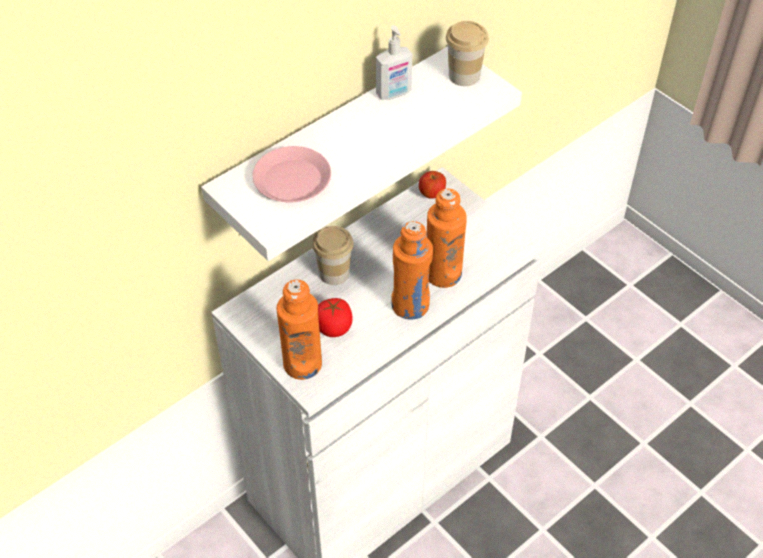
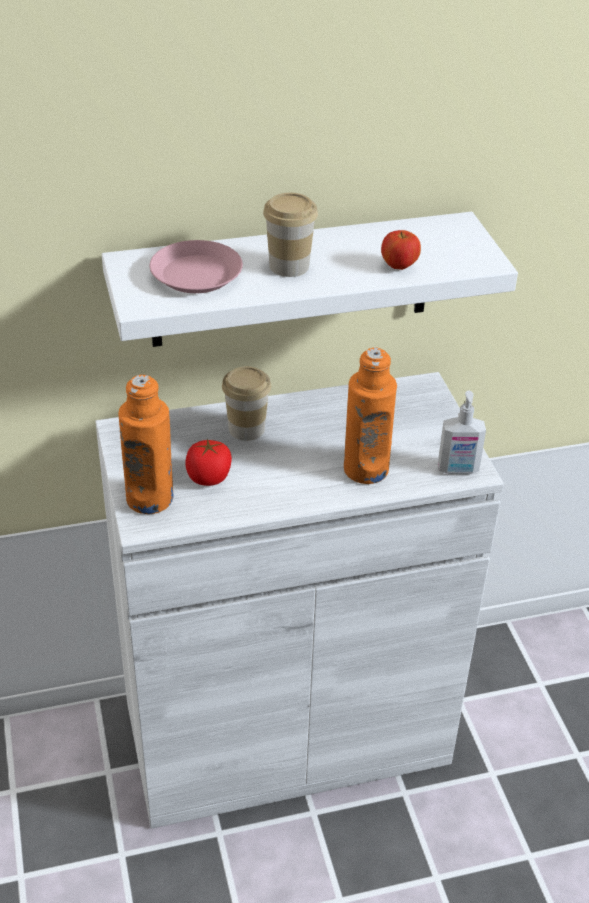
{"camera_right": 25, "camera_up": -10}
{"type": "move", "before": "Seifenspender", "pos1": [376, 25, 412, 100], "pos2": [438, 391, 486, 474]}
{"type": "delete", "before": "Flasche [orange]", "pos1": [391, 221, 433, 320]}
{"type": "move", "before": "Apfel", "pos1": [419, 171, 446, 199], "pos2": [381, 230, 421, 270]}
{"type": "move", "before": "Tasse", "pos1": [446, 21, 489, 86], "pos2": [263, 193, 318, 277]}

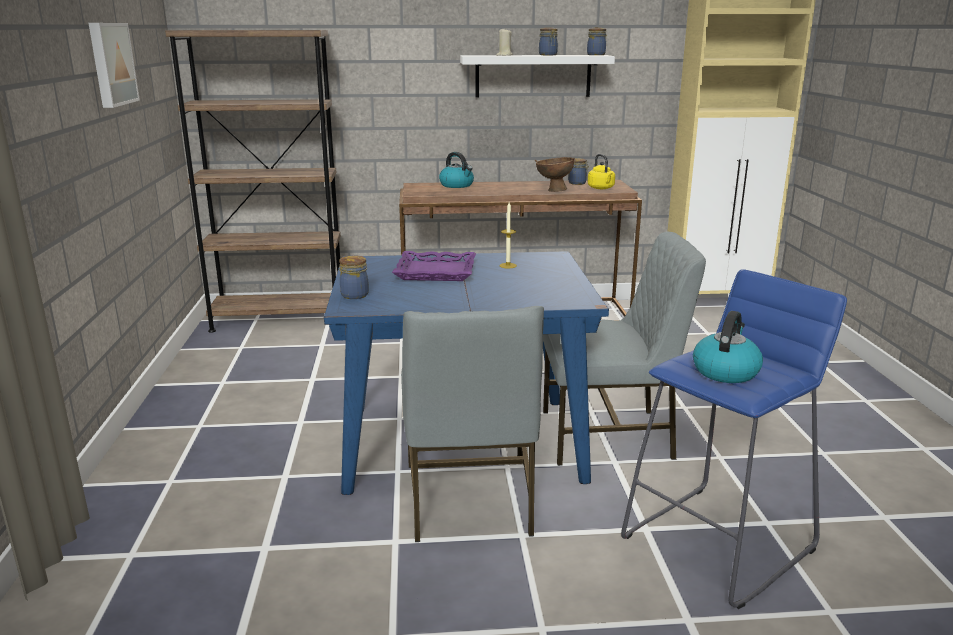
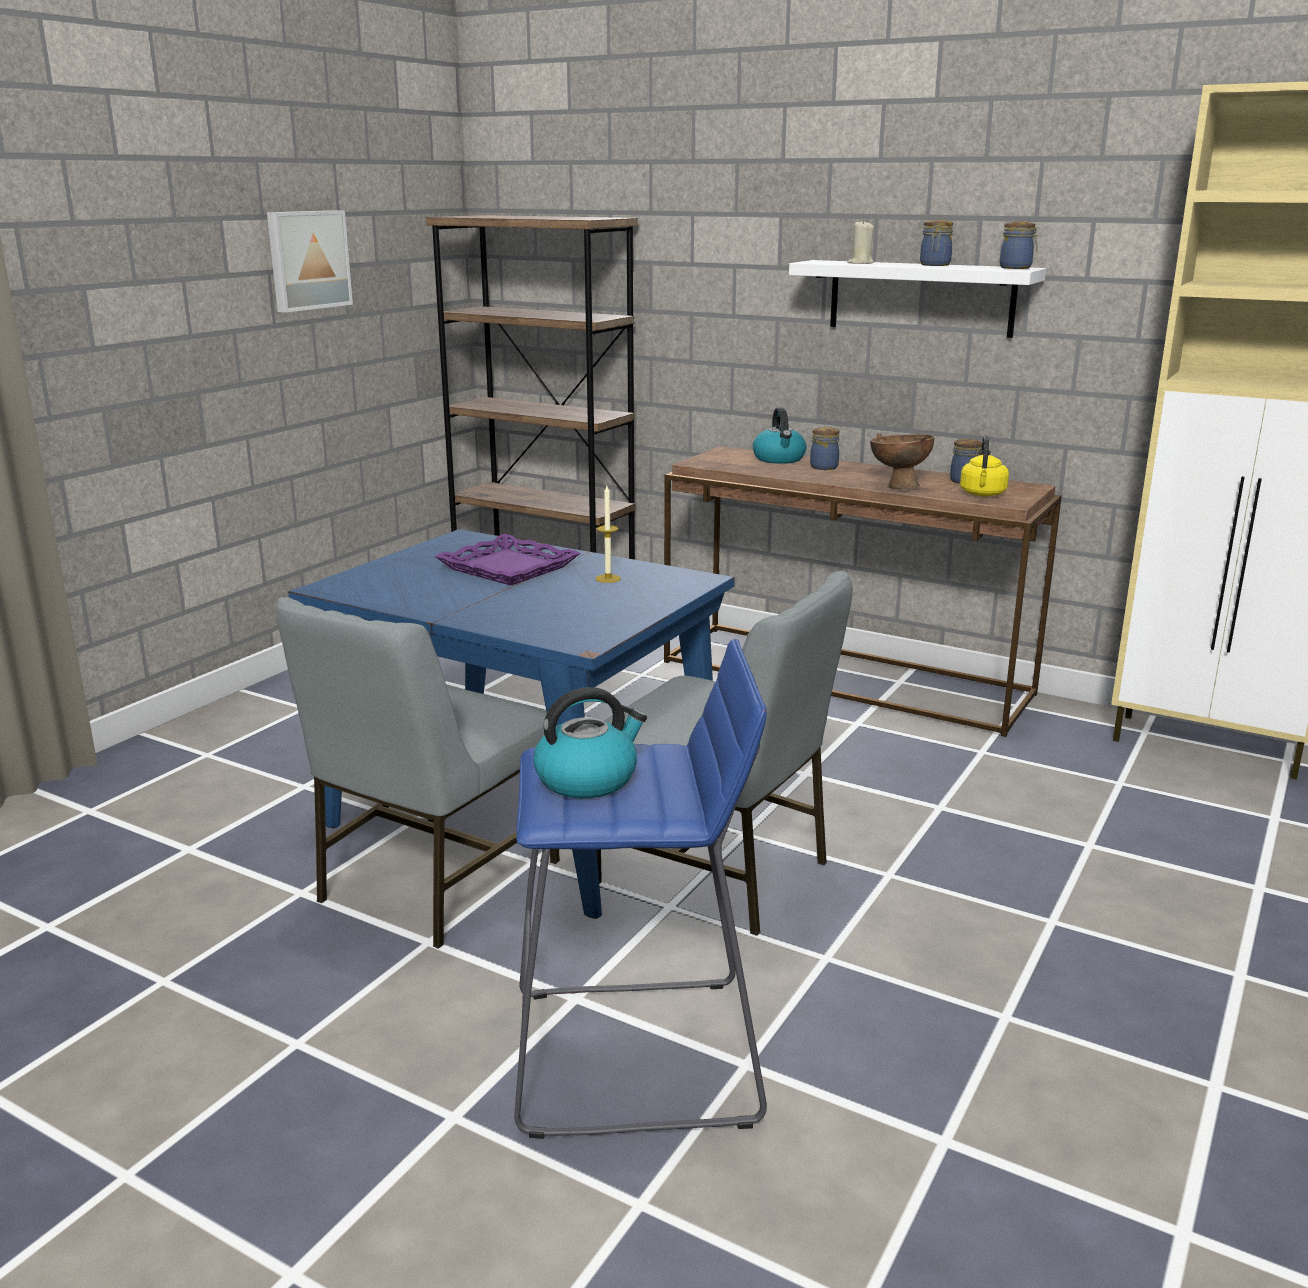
{"camera_right": 35, "camera_up": 0}
{"type": "move", "before": "Vorratsglas", "pos1": [339, 256, 369, 299], "pos2": [810, 427, 839, 470]}

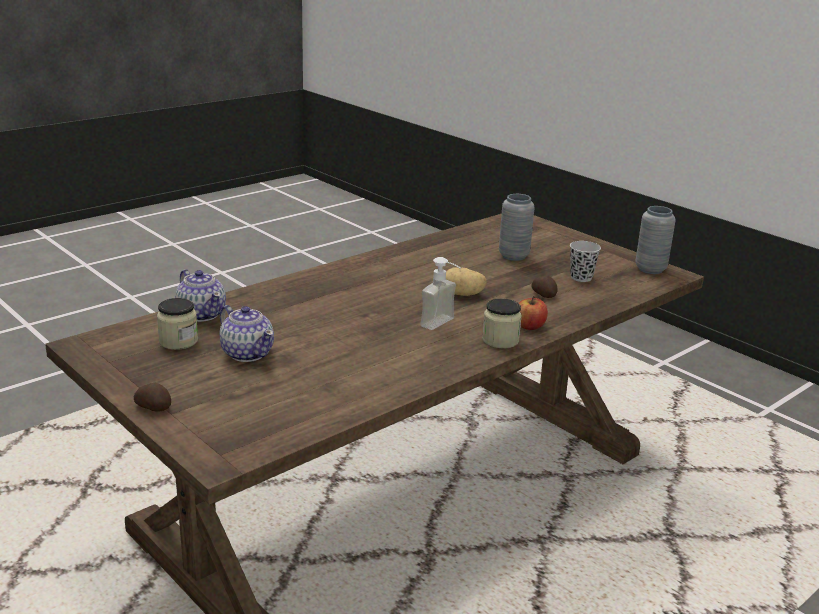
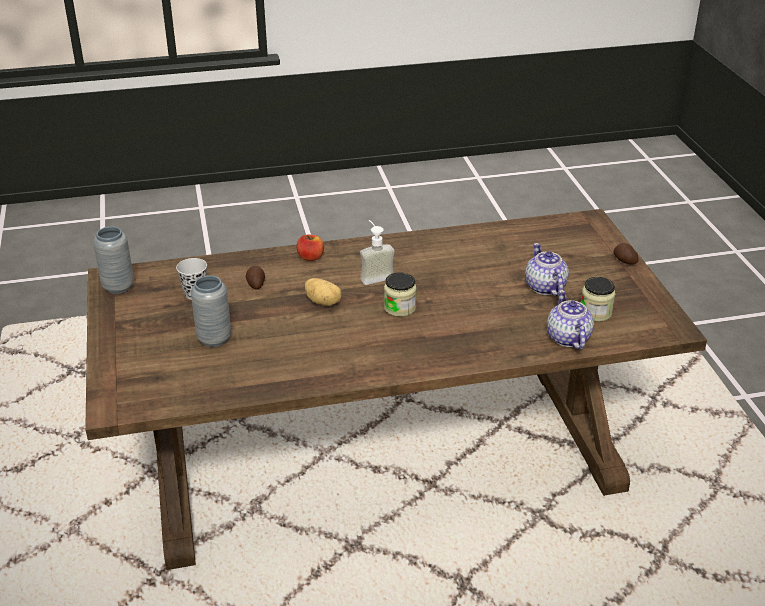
{"camera_right": -150, "camera_up": 10}
{"type": "move", "before": "Vorratsglas", "pos1": [482, 298, 522, 349], "pos2": [384, 272, 417, 317]}

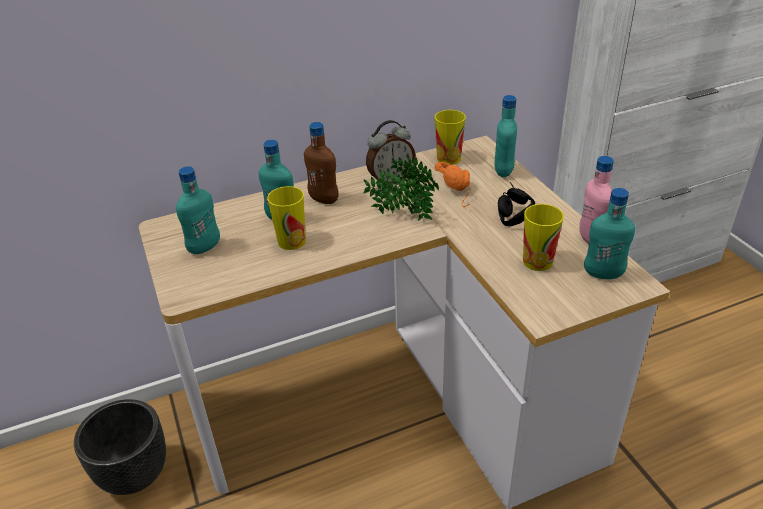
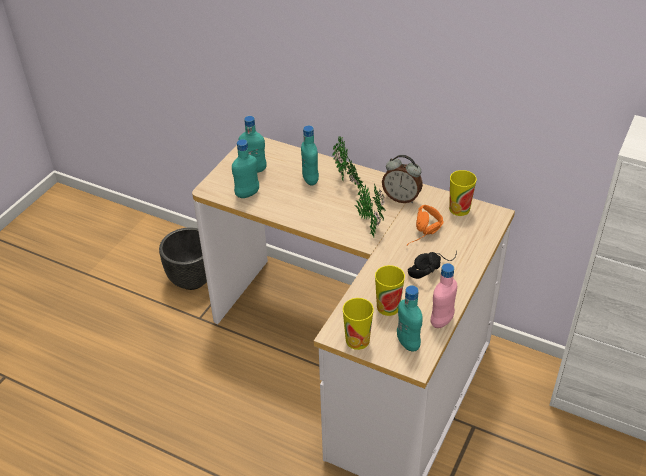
{"camera_right": 50, "camera_up": 5}
{"type": "move", "before": "Tasse", "pos1": [267, 186, 306, 250], "pos2": [343, 298, 374, 350]}
{"type": "replace", "before": "Flasche [braun]", "after": "Topfpflanze", "pos1": [304, 122, 339, 204], "pos2": [332, 137, 365, 188]}
{"type": "move", "before": "Flasche [türkis]", "pos1": [494, 95, 517, 177], "pos2": [232, 139, 259, 198]}

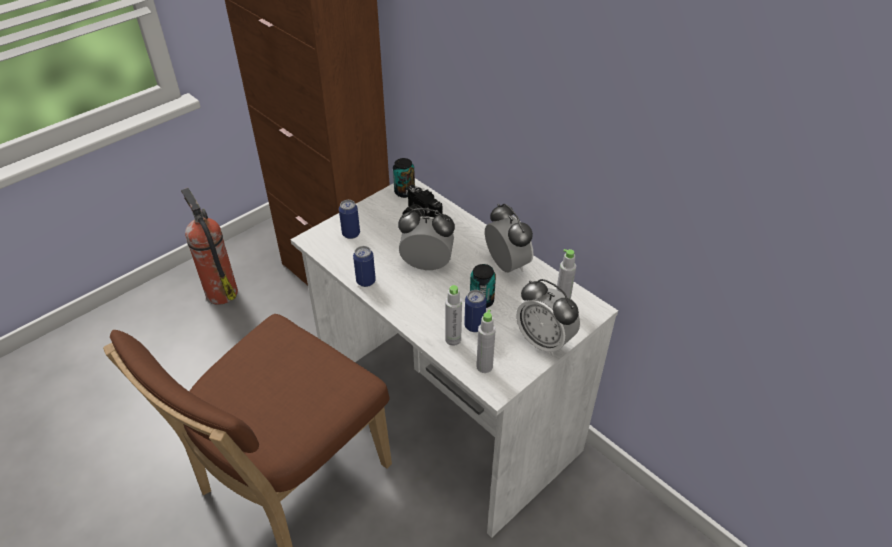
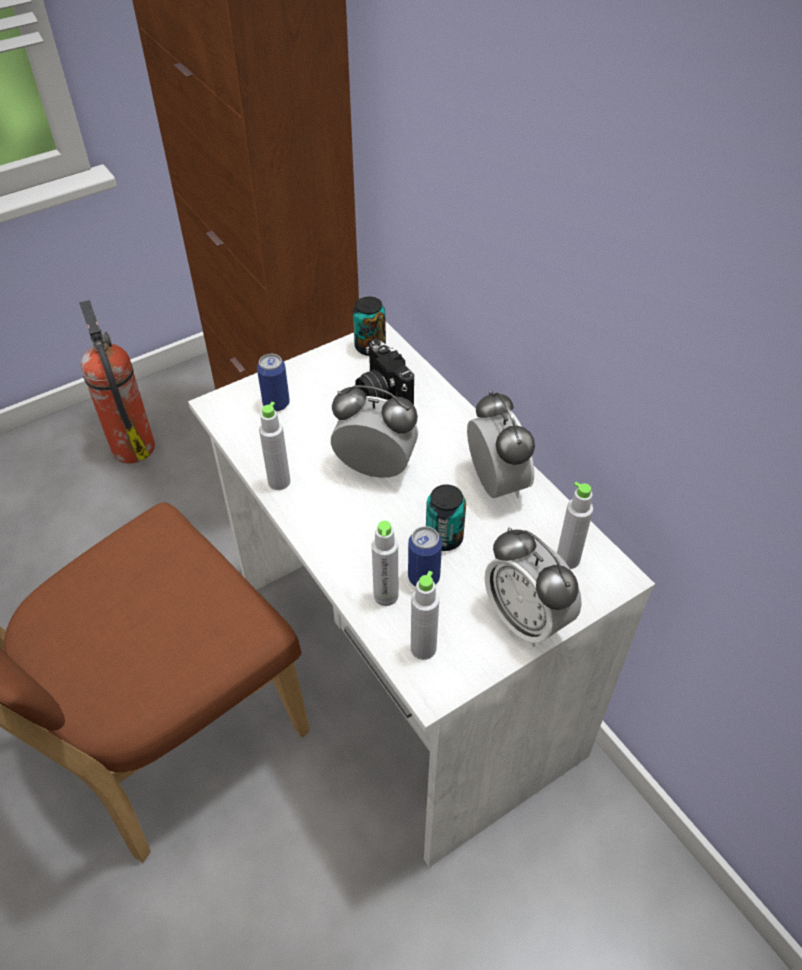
{"camera_right": 10, "camera_up": 5}
{"type": "replace", "before": "Dose", "after": "Flasche [grau]", "pos1": [353, 246, 376, 287], "pos2": [259, 402, 290, 490]}

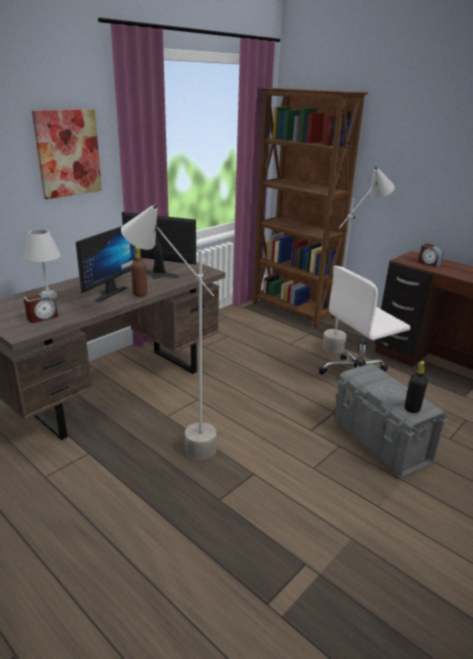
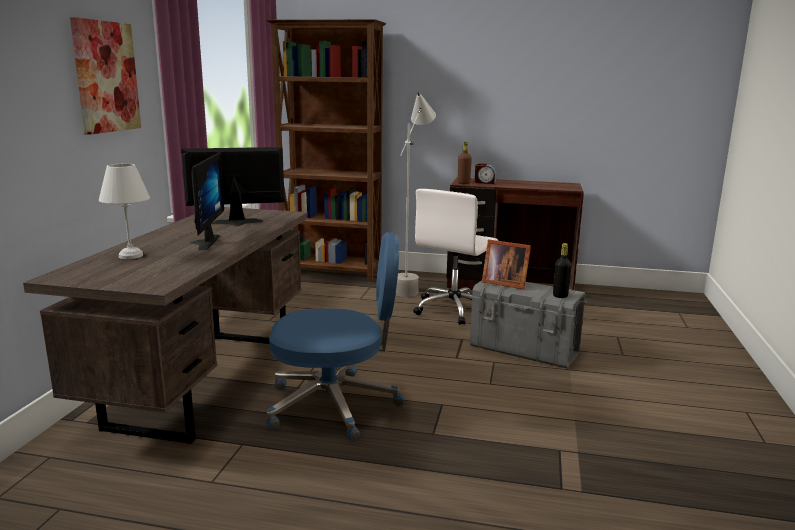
{"camera_right": -30, "camera_up": -10}
{"type": "delete", "before": "Wecker", "pos1": [24, 293, 58, 323]}
{"type": "replace", "before": "Stehlampe [grau]", "after": "Bürostuhl [blau]", "pos1": [121, 203, 216, 460], "pos2": [266, 232, 404, 440]}
{"type": "move", "before": "Flasche [braun]", "pos1": [131, 247, 147, 296], "pos2": [458, 142, 472, 184]}
{"type": "insert", "after": "Bilderrahmen", "pos2": [482, 239, 531, 289]}

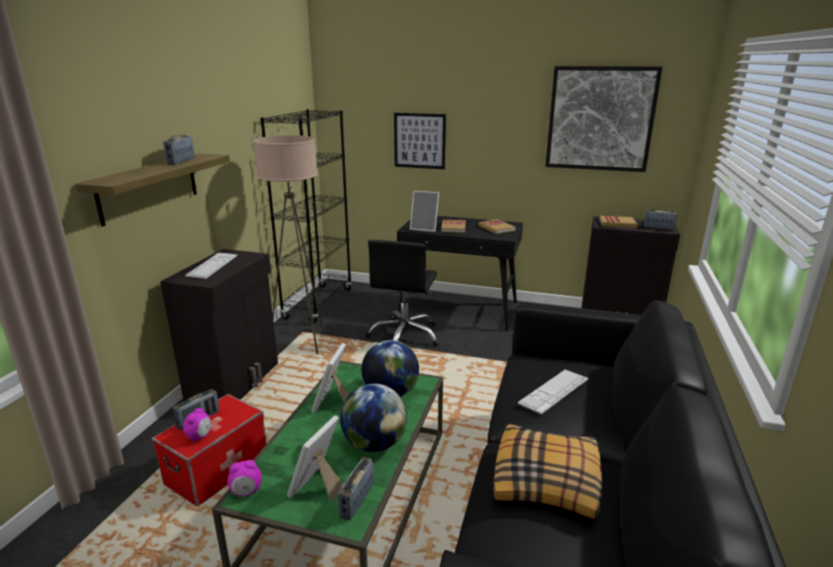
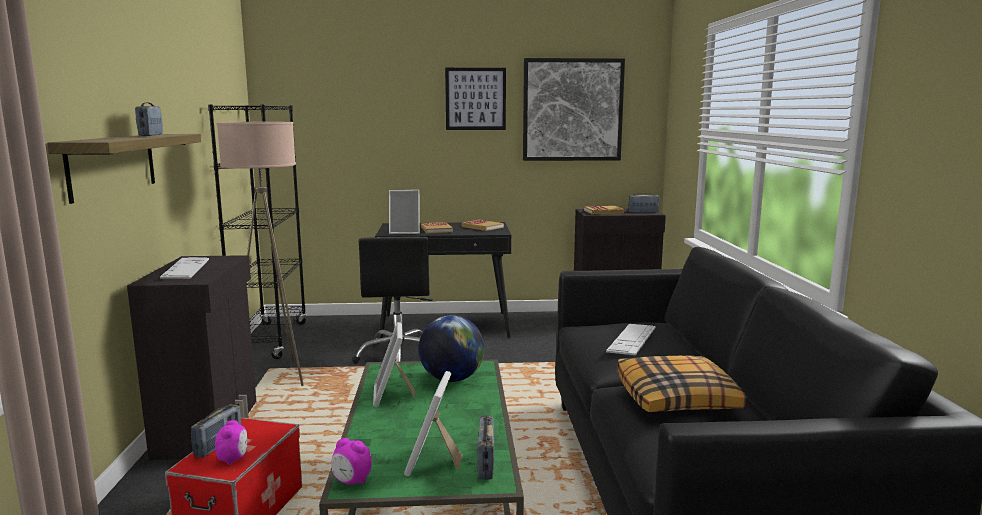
{"camera_right": -20, "camera_up": -10}
{"type": "rotate", "before": "Wecker", "pos1": [228, 460, 262, 496], "pos2": [331, 438, 372, 485], "turn": 60}
{"type": "delete", "before": "Globus", "pos1": [340, 384, 407, 452]}
{"type": "move", "before": "Bild", "pos1": [394, 113, 446, 169], "pos2": [445, 68, 506, 130]}

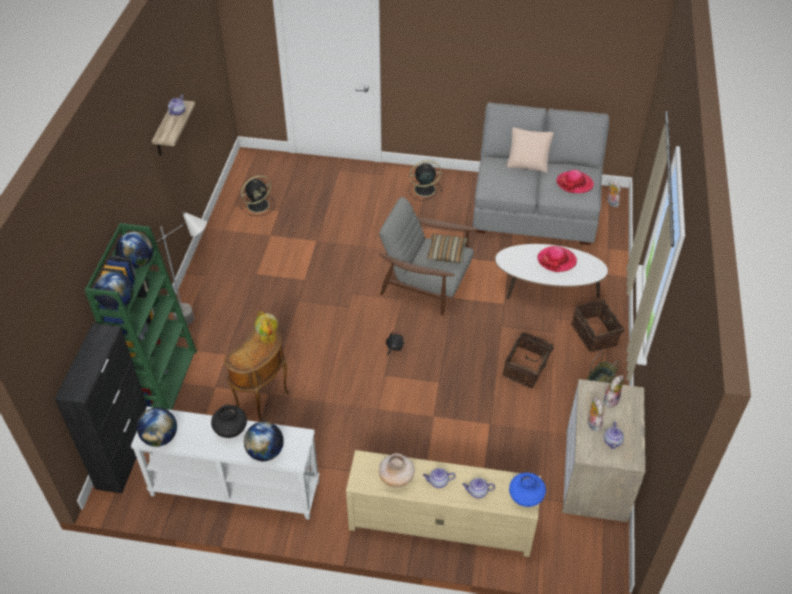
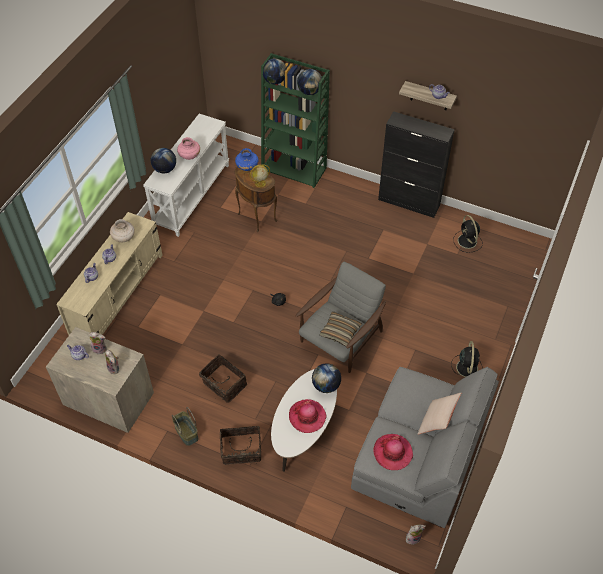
{"camera_right": 105, "camera_up": 5}
{"type": "move", "before": "Schrank [schwarz]", "pos1": [55, 323, 147, 493], "pos2": [378, 111, 455, 218]}
{"type": "move", "before": "Globus", "pos1": [137, 407, 177, 447], "pos2": [312, 363, 341, 393]}
{"type": "delete", "before": "Stehlampe [grau]", "pos1": [157, 211, 207, 325]}
{"type": "recolor", "before": "Vase [schwarz]", "after": "Vase [rosa]", "pos1": [211, 405, 247, 438], "pos2": [177, 137, 200, 160]}
{"type": "move", "before": "Vase [blau]", "pos1": [509, 473, 546, 507], "pos2": [235, 148, 258, 171]}

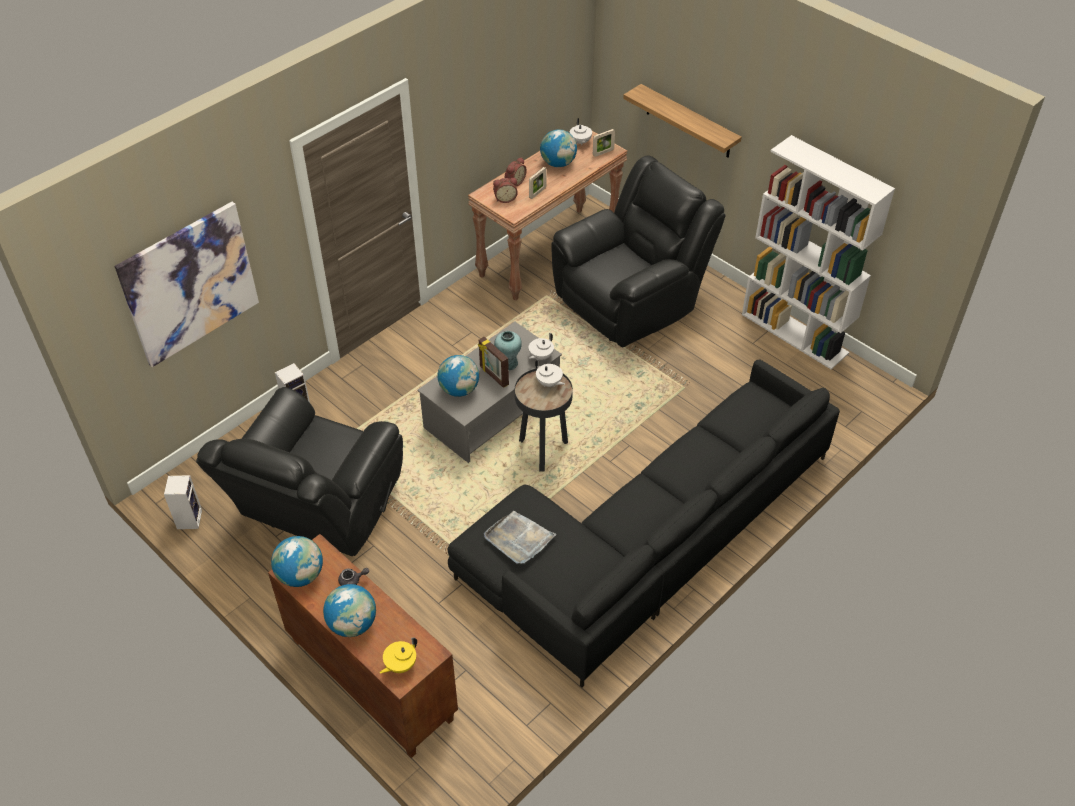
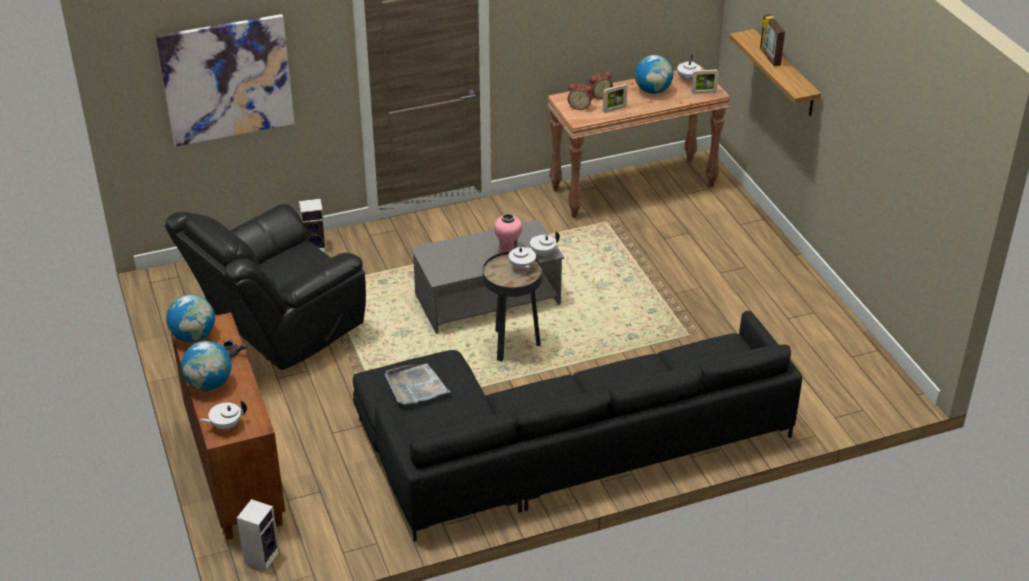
{"camera_right": 25, "camera_up": -10}
{"type": "move", "before": "Lautsprecher", "pos1": [164, 475, 202, 529], "pos2": [237, 499, 280, 571]}
{"type": "recolor", "before": "Teekanne [gelb]", "after": "Teekanne [weiß]", "pos1": [380, 637, 417, 673], "pos2": [200, 400, 247, 430]}
{"type": "delete", "before": "Globus", "pos1": [437, 355, 479, 397]}
{"type": "move", "before": "Bilderrahmen", "pos1": [478, 337, 509, 388], "pos2": [760, 14, 785, 67]}
{"type": "recolor", "before": "Vase [türkis]", "after": "Vase [rosa]", "pos1": [494, 331, 522, 370], "pos2": [494, 213, 522, 253]}
{"type": "delete", "before": "Sessel [schwarz]", "pos1": [551, 156, 726, 347]}
{"type": "delete", "before": "Bücherregal [weiß]", "pos1": [742, 135, 895, 369]}

